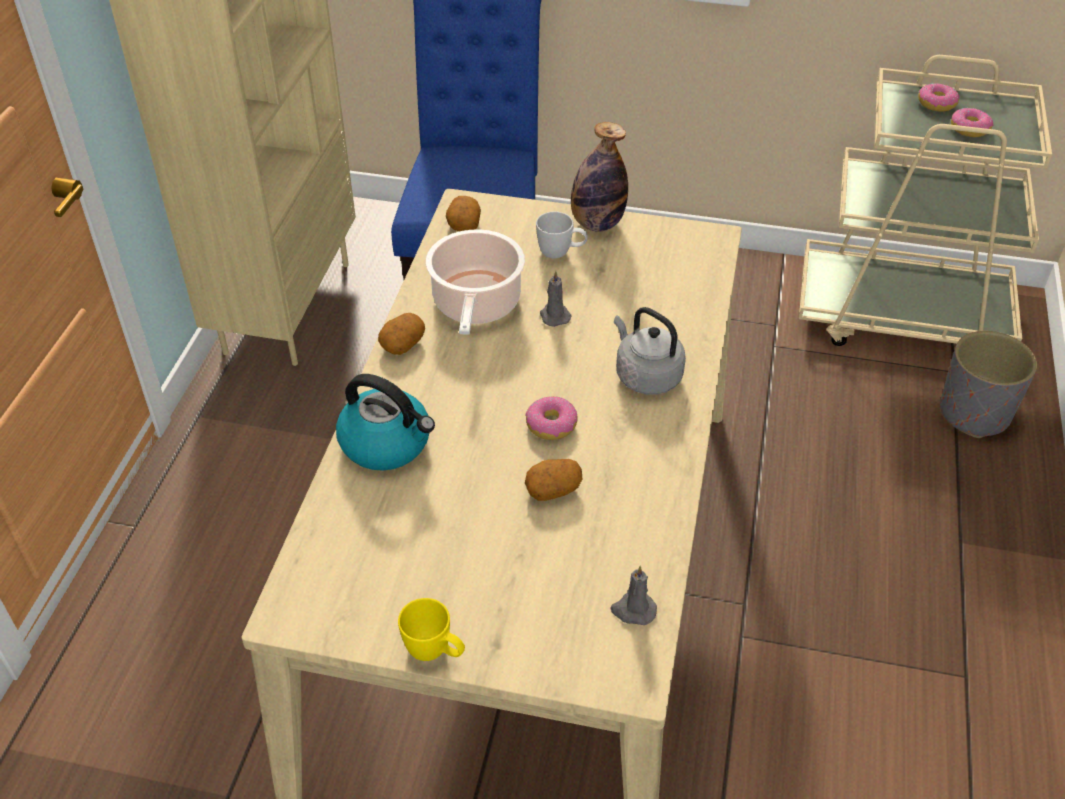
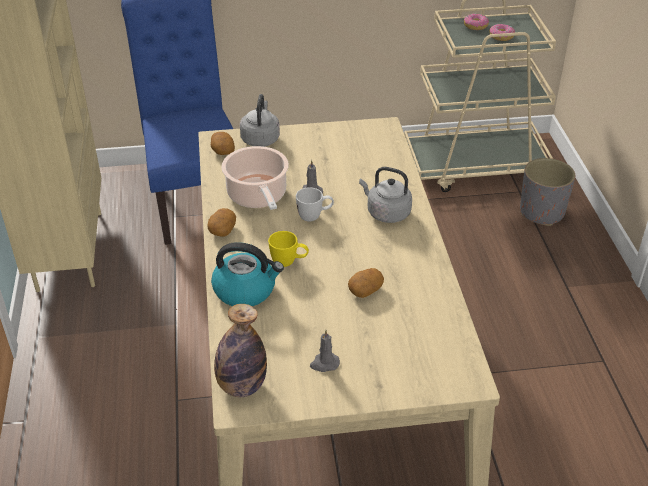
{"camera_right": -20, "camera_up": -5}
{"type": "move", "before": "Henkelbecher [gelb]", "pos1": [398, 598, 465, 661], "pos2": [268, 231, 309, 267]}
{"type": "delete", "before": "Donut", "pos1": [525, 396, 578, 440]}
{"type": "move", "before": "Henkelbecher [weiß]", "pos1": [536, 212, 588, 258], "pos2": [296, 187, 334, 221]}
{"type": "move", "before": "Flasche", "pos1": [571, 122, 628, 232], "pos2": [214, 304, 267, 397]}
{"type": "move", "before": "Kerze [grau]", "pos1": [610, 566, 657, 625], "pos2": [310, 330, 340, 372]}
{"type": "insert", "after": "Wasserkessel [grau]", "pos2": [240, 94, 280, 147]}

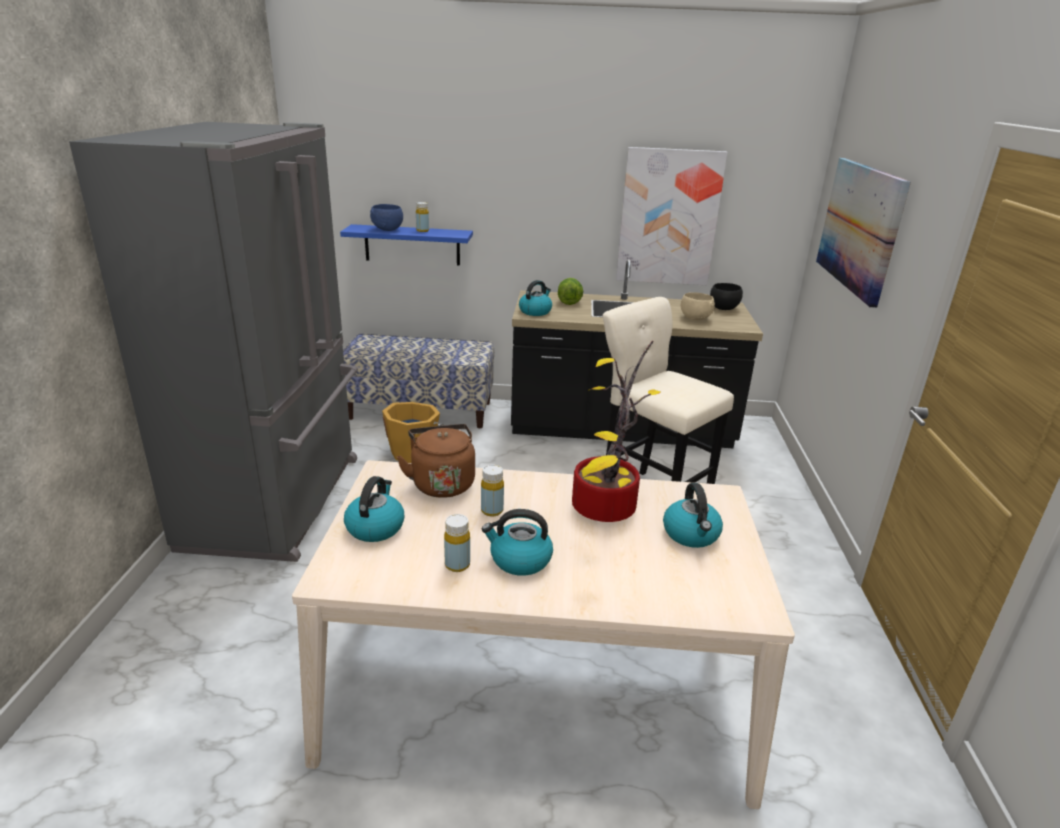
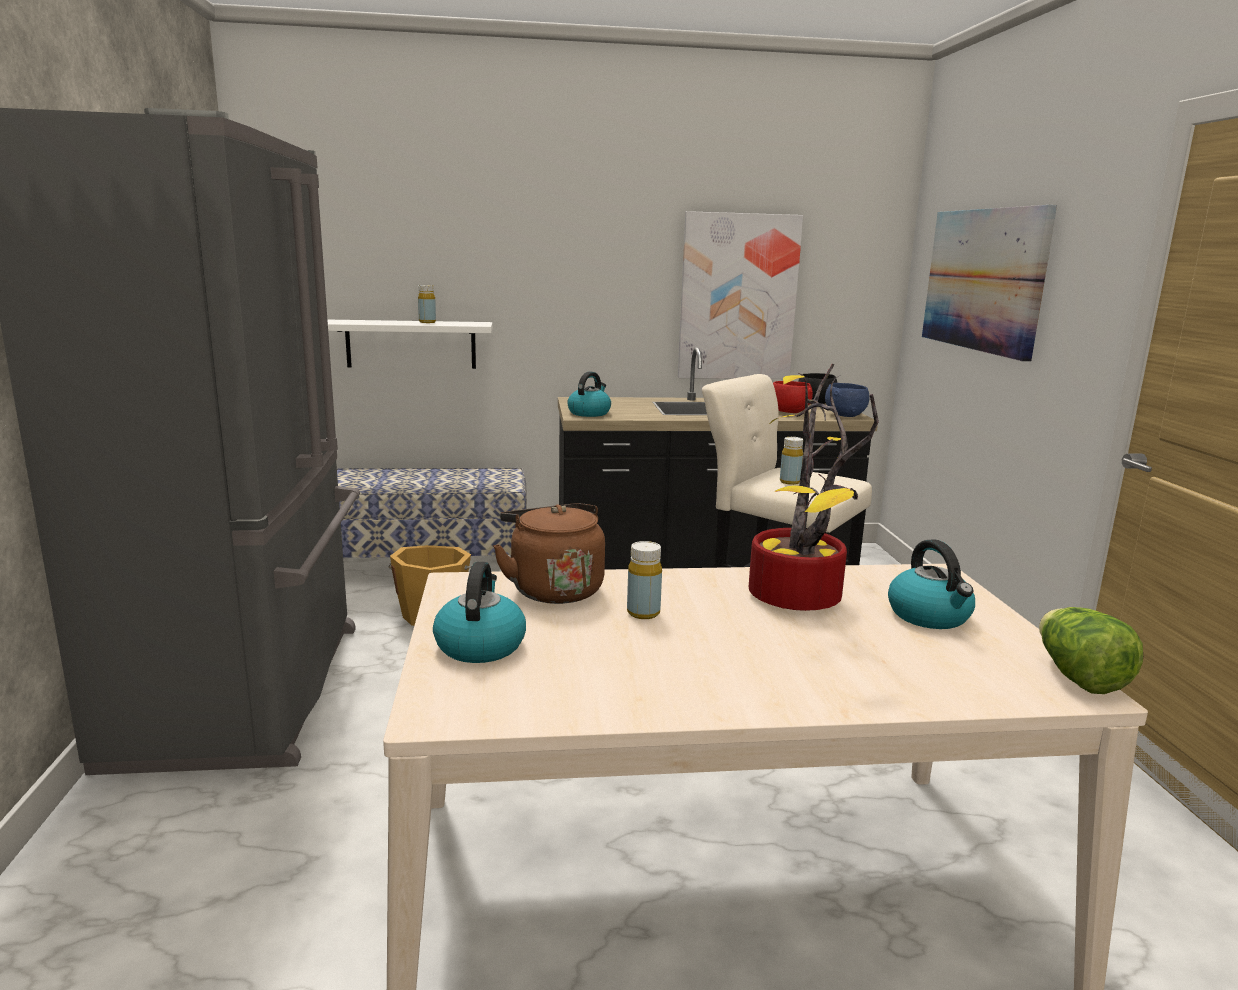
{"camera_right": -10, "camera_up": -10}
{"type": "recolor", "before": "Wandregal [blau]", "after": "Wandregal [weiß]", "pos1": [340, 224, 473, 265], "pos2": [327, 320, 493, 369]}
{"type": "move", "before": "Schüssel [blau]", "pos1": [370, 204, 403, 231], "pos2": [825, 383, 870, 417]}
{"type": "move", "before": "Flasche [gelb]", "pos1": [444, 514, 470, 572], "pos2": [780, 437, 803, 485]}
{"type": "delete", "before": "Wasserkessel", "pos1": [482, 509, 553, 576]}
{"type": "move", "before": "Salatkopf", "pos1": [558, 278, 583, 305], "pos2": [1039, 607, 1143, 694]}
{"type": "recolor", "before": "Schüssel [beige]", "after": "Schüssel [rot]", "pos1": [681, 292, 715, 320], "pos2": [773, 381, 813, 413]}

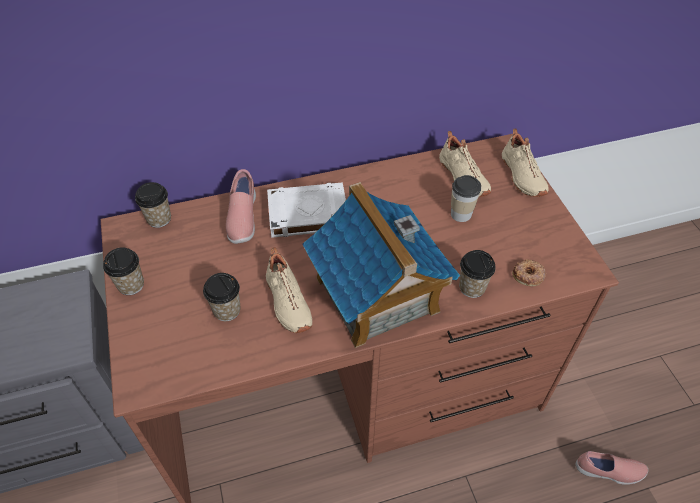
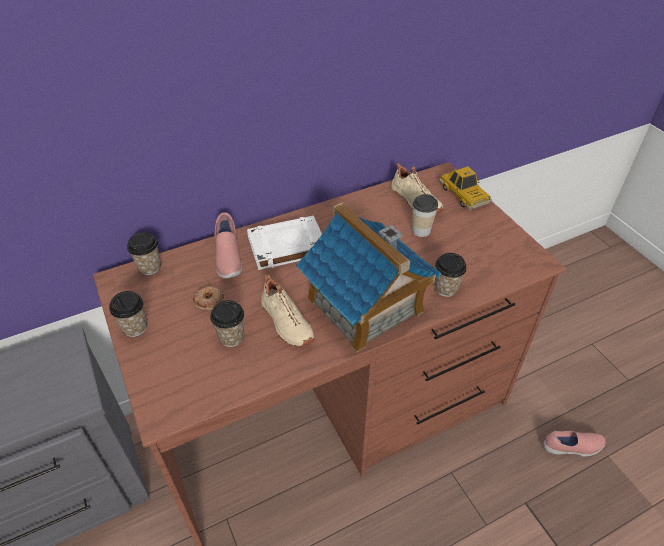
{"camera_right": -10, "camera_up": -5}
{"type": "replace", "before": "Schuh [beige]", "after": "Spielzeugauto", "pos1": [502, 128, 549, 197], "pos2": [439, 166, 492, 210]}
{"type": "move", "before": "Donut", "pos1": [512, 259, 546, 286], "pos2": [193, 286, 224, 310]}

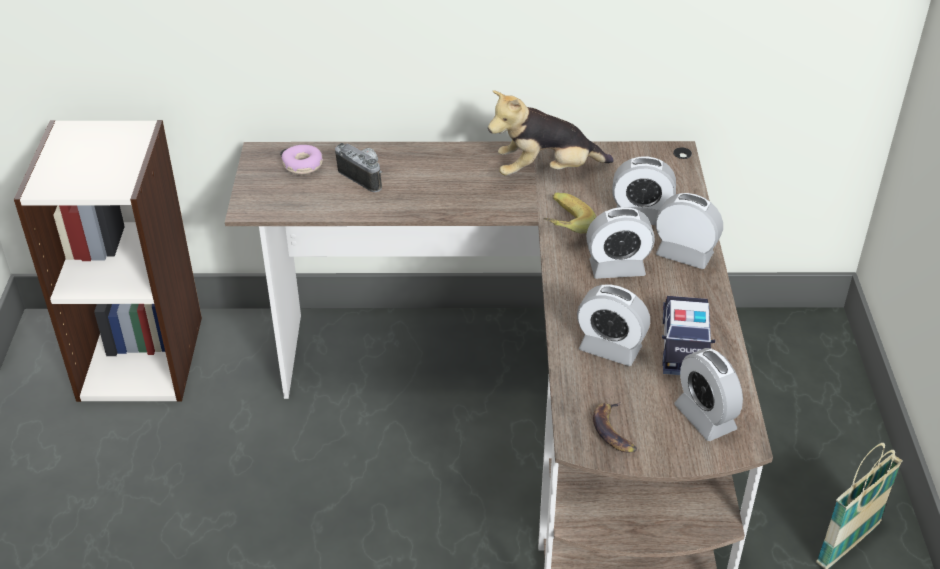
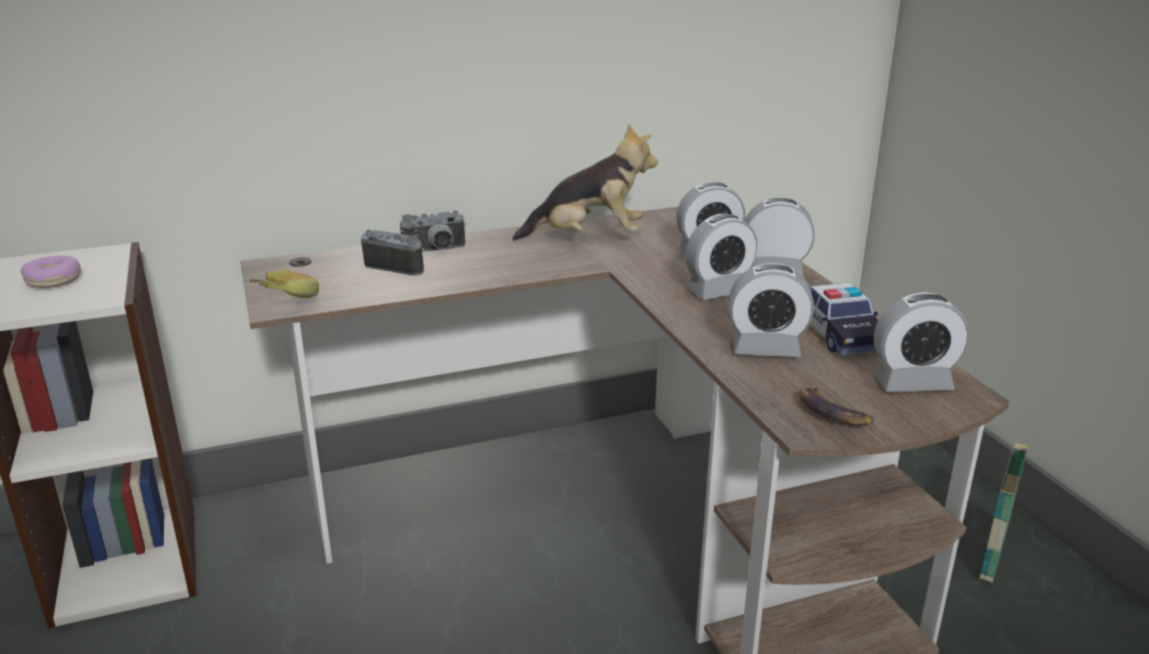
{"camera_right": -20, "camera_up": -15}
{"type": "move", "before": "Donut", "pos1": [281, 145, 323, 175], "pos2": [21, 256, 81, 288]}
{"type": "rotate", "before": "Plüschtier", "pos1": [488, 90, 614, 176], "pos2": [512, 124, 658, 241], "turn": -150}
{"type": "move", "before": "Banane", "pos1": [543, 193, 596, 233], "pos2": [250, 270, 319, 298]}
{"type": "rotate", "before": "Wecker", "pos1": [674, 348, 743, 441], "pos2": [873, 292, 969, 392], "turn": -45}
{"type": "insert", "after": "Kamera", "pos2": [400, 211, 466, 252]}

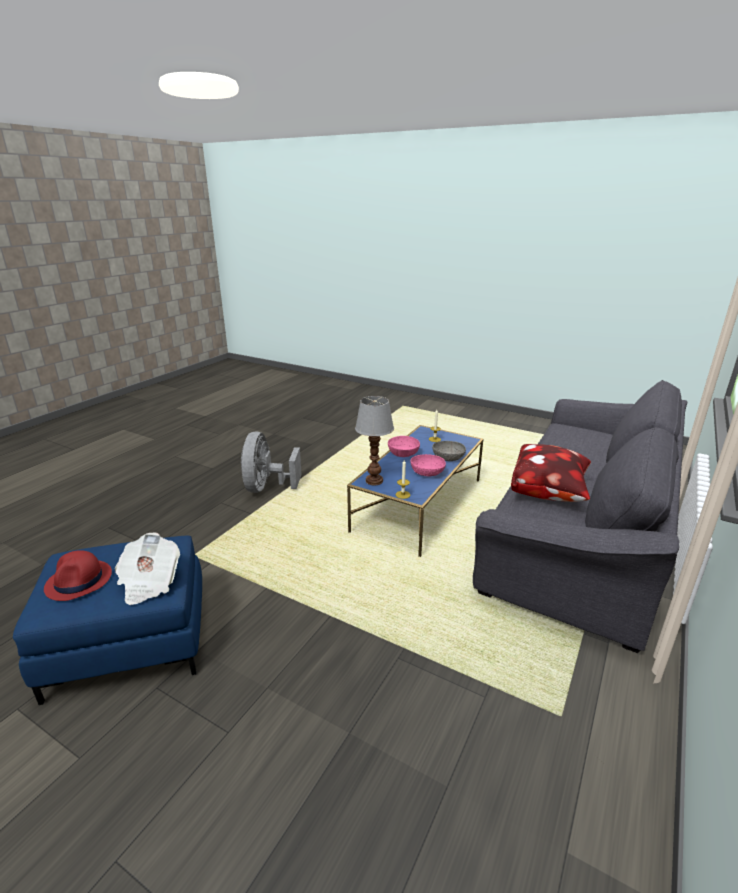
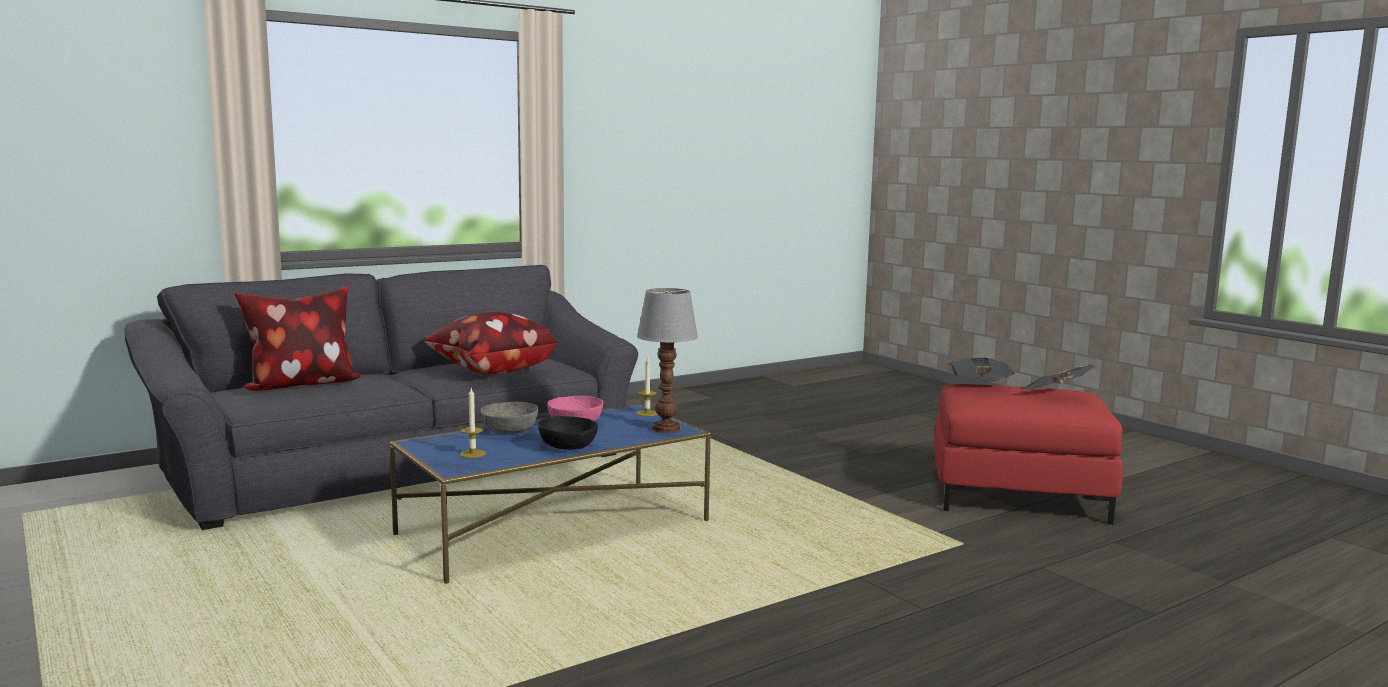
{"camera_right": -155, "camera_up": -15}
{"type": "recolor", "before": "Polsterhocker [blau]", "after": "Polsterhocker [rot]", "pos1": [13, 536, 202, 705], "pos2": [934, 384, 1123, 525]}
{"type": "replace", "before": "Hut [rot]", "after": "Zeitung", "pos1": [44, 550, 112, 601], "pos2": [1022, 364, 1095, 390]}
{"type": "delete", "before": "Ventilator [grau]", "pos1": [241, 432, 302, 493]}
{"type": "recolor", "before": "Schüssel [rosa]", "after": "Schüssel [schwarz]", "pos1": [388, 436, 420, 457], "pos2": [538, 416, 598, 450]}
{"type": "insert", "after": "Kissen", "pos2": [235, 286, 361, 391]}

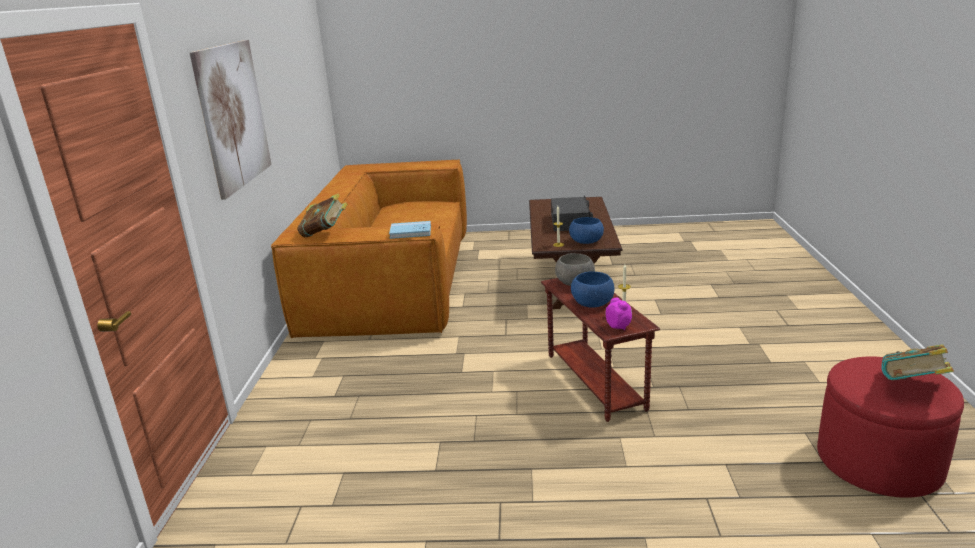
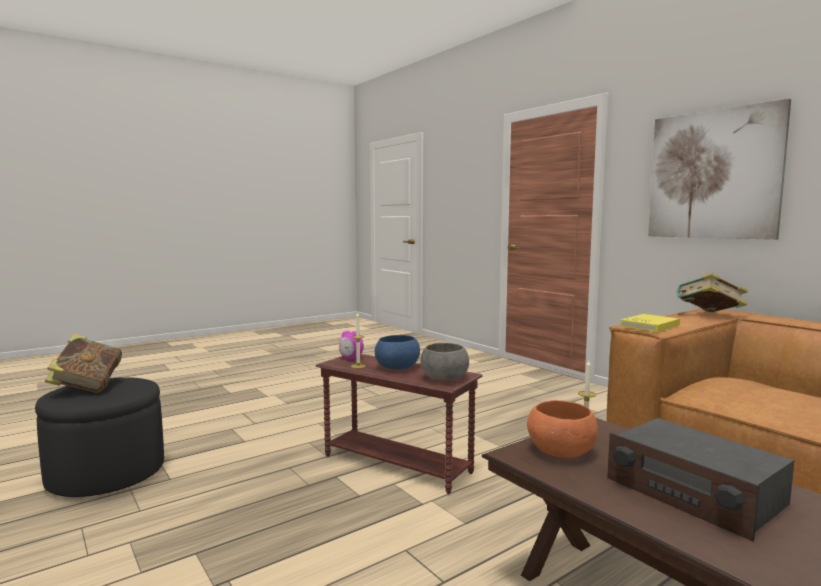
{"camera_right": 140, "camera_up": -15}
{"type": "recolor", "before": "Buch [blau]", "after": "Buch [gelb]", "pos1": [389, 221, 431, 239], "pos2": [620, 314, 680, 332]}
{"type": "recolor", "before": "Schüssel [blau]", "after": "Schüssel [orange]", "pos1": [569, 217, 604, 244], "pos2": [527, 400, 598, 458]}
{"type": "recolor", "before": "Polsterhocker [rot]", "after": "Polsterhocker [schwarz]", "pos1": [817, 356, 964, 498], "pos2": [35, 377, 164, 497]}

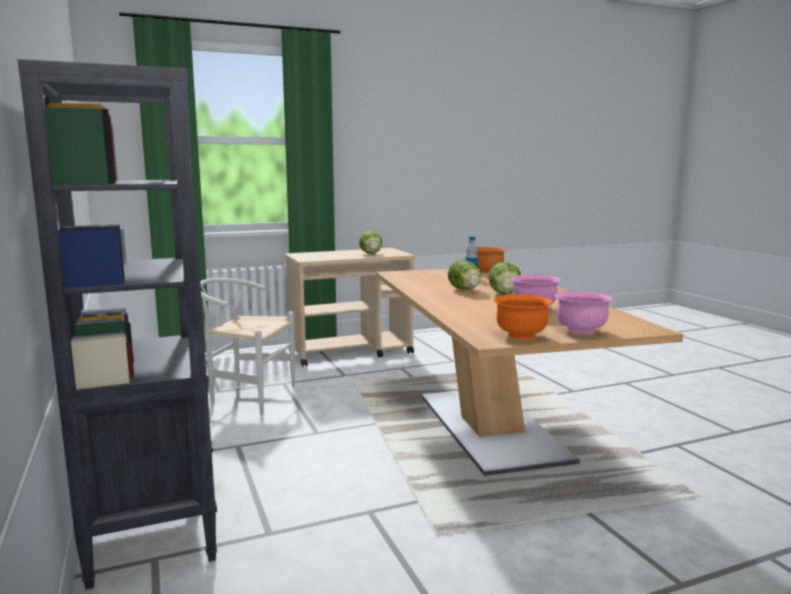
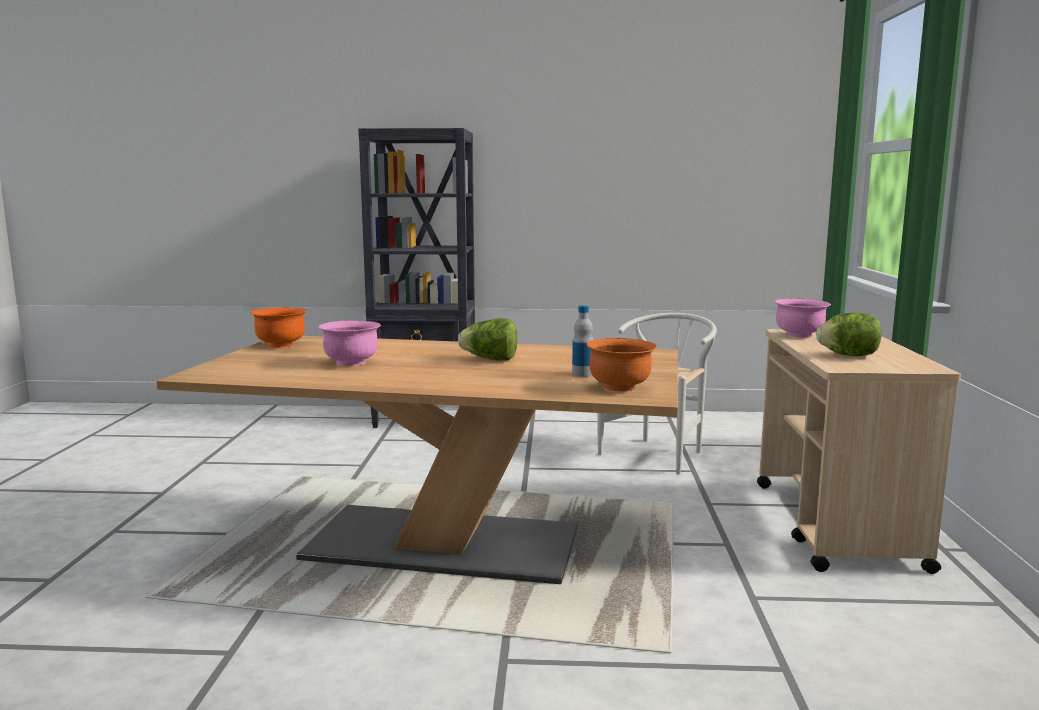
{"camera_right": 115, "camera_up": 0}
{"type": "delete", "before": "Salatkopf", "pos1": [488, 262, 521, 295]}
{"type": "move", "before": "Schüssel [rosa]", "pos1": [555, 291, 613, 334], "pos2": [774, 298, 831, 338]}

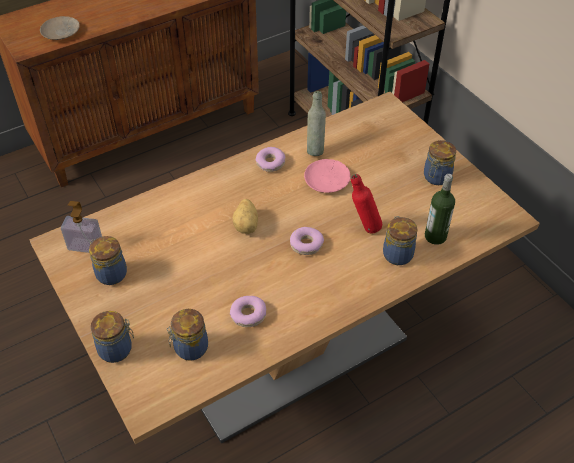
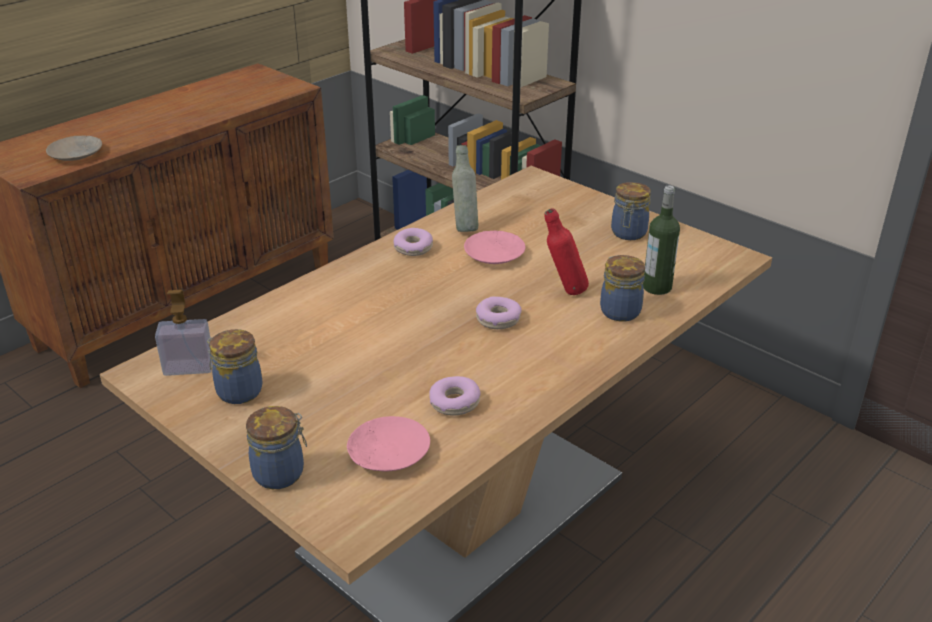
{"camera_right": -15, "camera_up": -15}
{"type": "replace", "before": "Vorratsglas", "after": "Teller [rosa]", "pos1": [167, 309, 208, 361], "pos2": [347, 416, 430, 471]}
{"type": "delete", "before": "Kartoffel", "pos1": [232, 199, 258, 234]}

